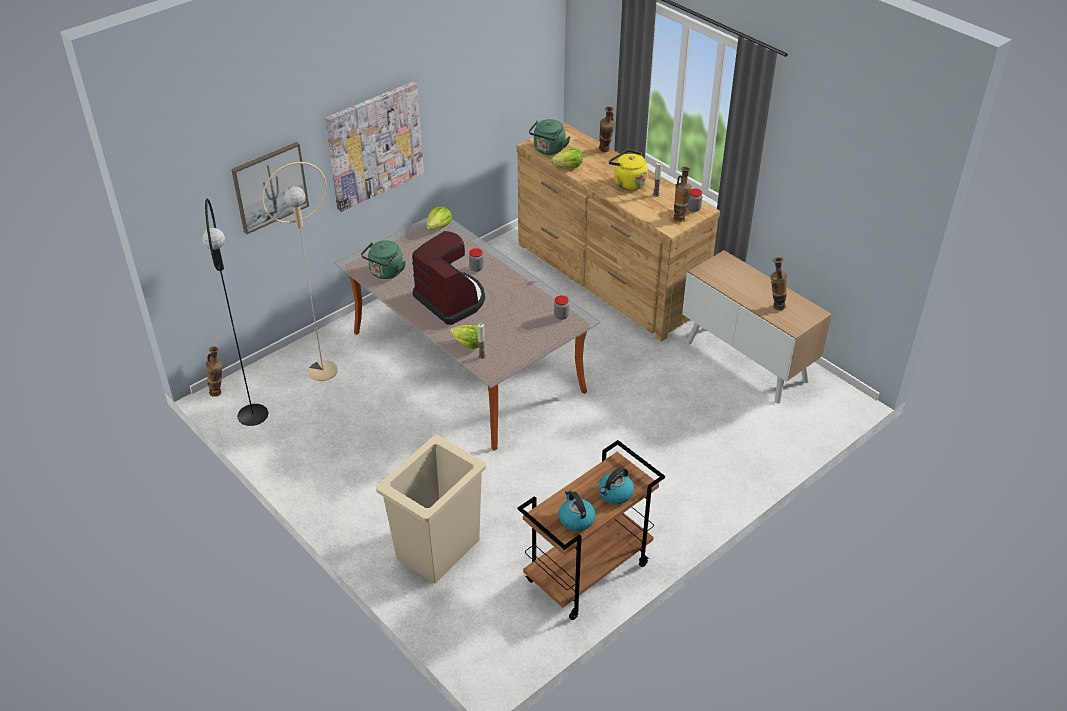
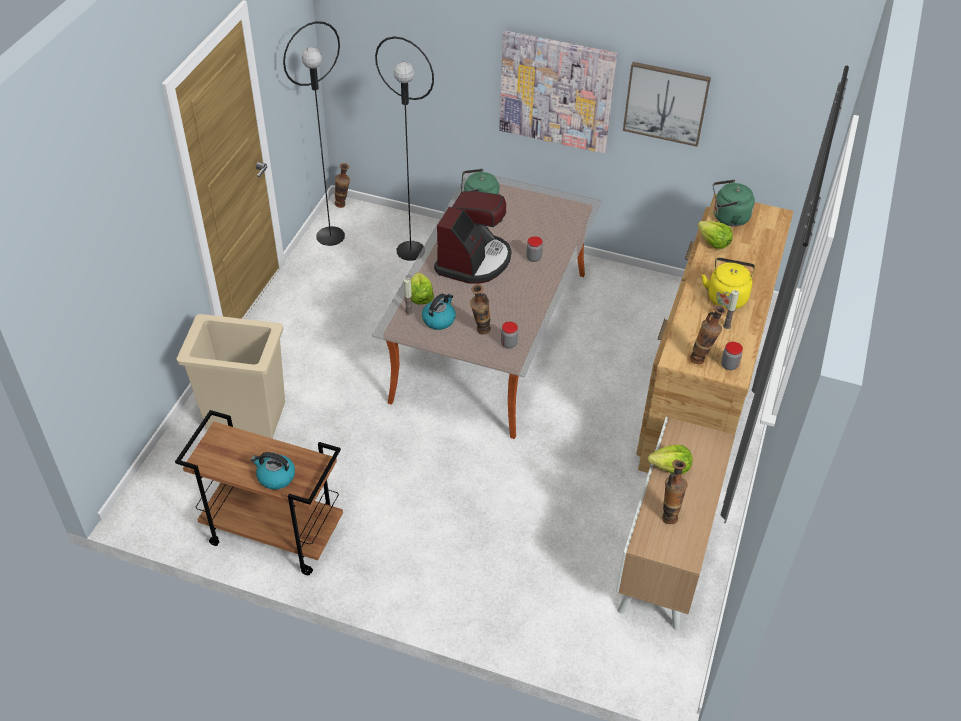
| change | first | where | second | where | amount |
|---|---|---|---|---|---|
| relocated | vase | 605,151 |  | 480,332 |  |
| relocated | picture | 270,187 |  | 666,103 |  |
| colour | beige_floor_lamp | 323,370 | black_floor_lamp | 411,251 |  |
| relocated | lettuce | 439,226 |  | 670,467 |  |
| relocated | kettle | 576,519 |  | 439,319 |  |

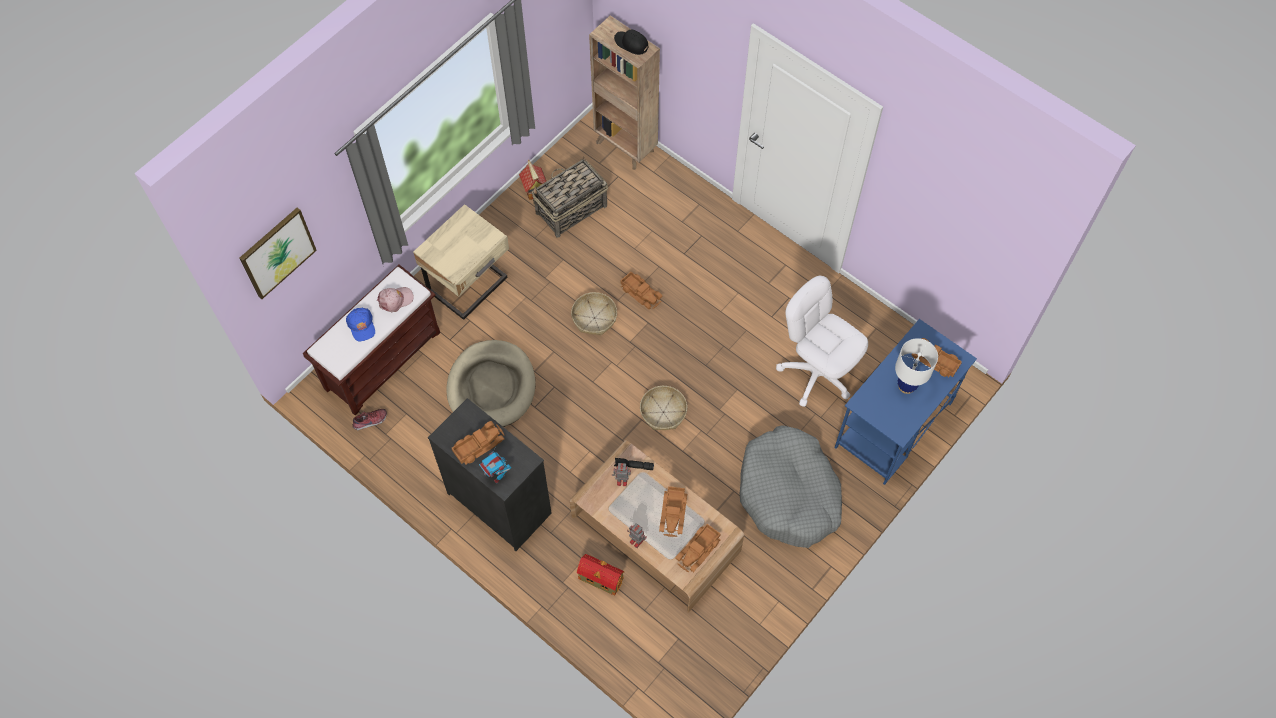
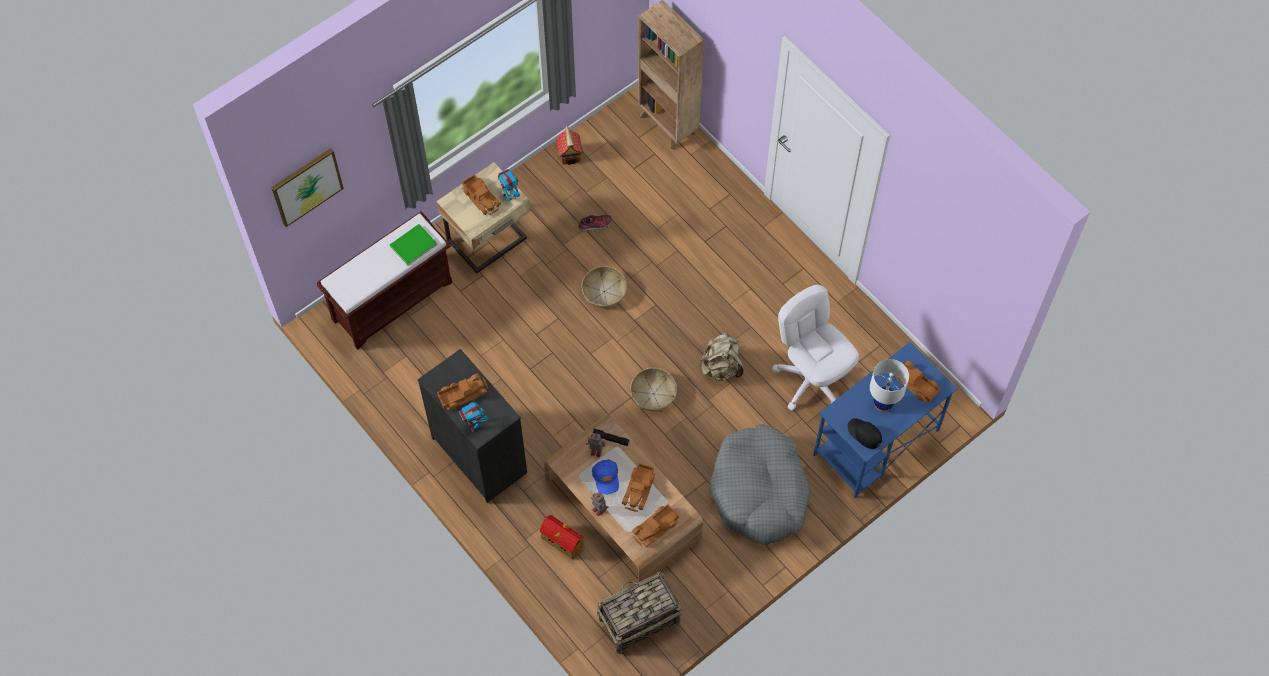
| change | first | where | second | where | amount |
|---|---|---|---|---|---|
| relocated | black_cap | 631,44 |  | 864,434 |  |
| relocated | basket | 570,209 |  | 638,621 |  |
| relocated | toy_truck | 641,293 |  | 481,197 |  |
| exchanged | pink_cap | 395,300 | green_book | 411,245 |  |
| relocated | blue_cap | 361,325 |  | 606,477 |  |
| missing | beige_dog_bed | 491,387 |  |  |  |
| relocated | shoe | 370,421 |  | 595,225 |  |
| appeared |  |  | toy_robot | 510,196 |  |
| appeared |  |  | beige_backpack | 721,367 |  |

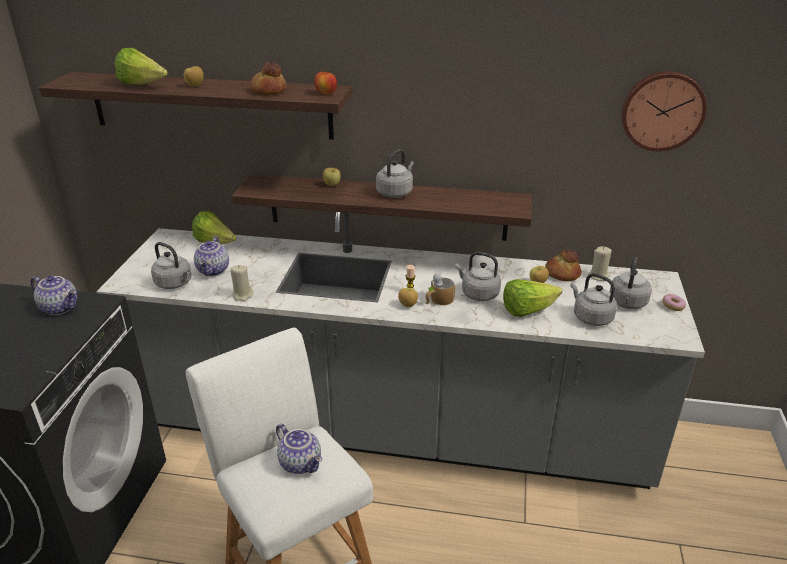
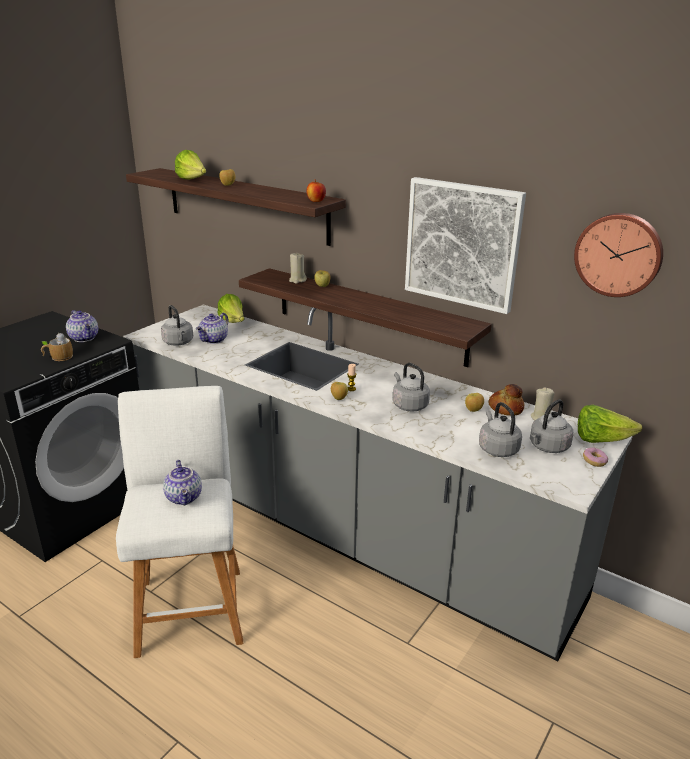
| change | first | where | second | where | amount |
|---|---|---|---|---|---|
| missing | bread | 268,91 |  |  |  |
| missing | grey_kettle | 395,192 |  |  |  |
| relocated | beige_candle | 242,295 |  | 297,280 |  |
| relocated | mug | 438,301 |  | 58,357 |  |
| relocated | lettuce | 527,310 |  | 601,440 |  |
| appeared |  |  | picture | 462,244 |  |

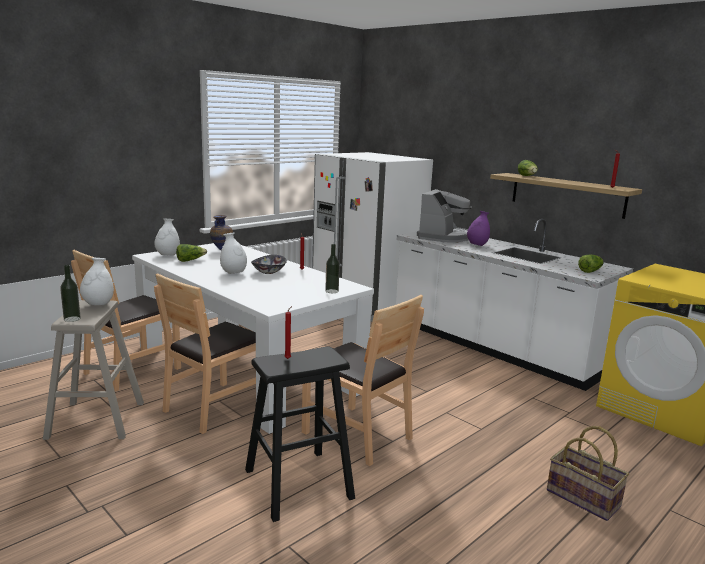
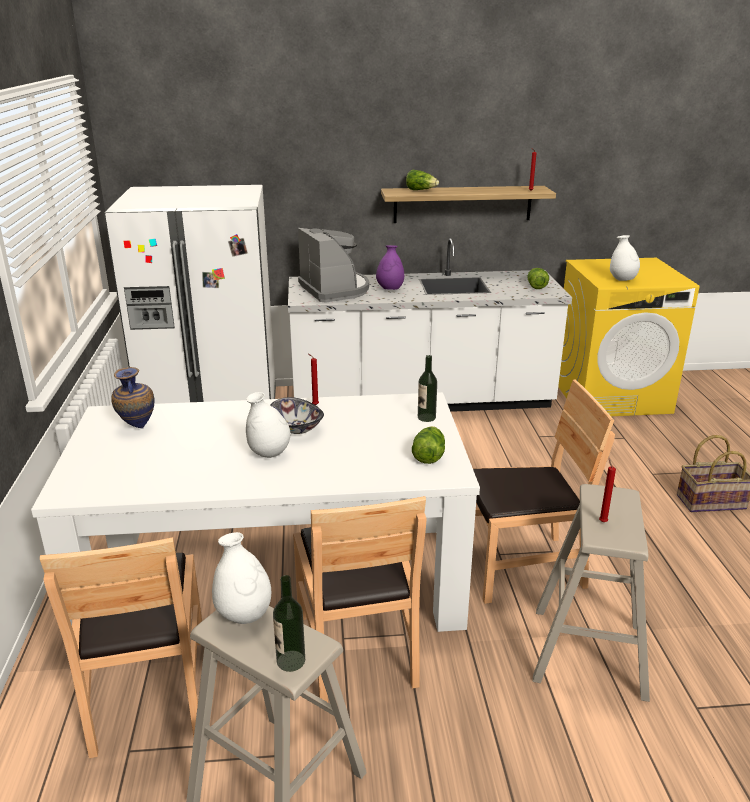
| change | first | where | second | where | amount |
|---|---|---|---|---|---|
| relocated | white_vase | 168,255 |  | 622,280 |  |
| relocated | lettuce | 190,260 |  | 428,455 |  |
| colour | black_stool | 298,483 | beige_stool | 588,651 |  |

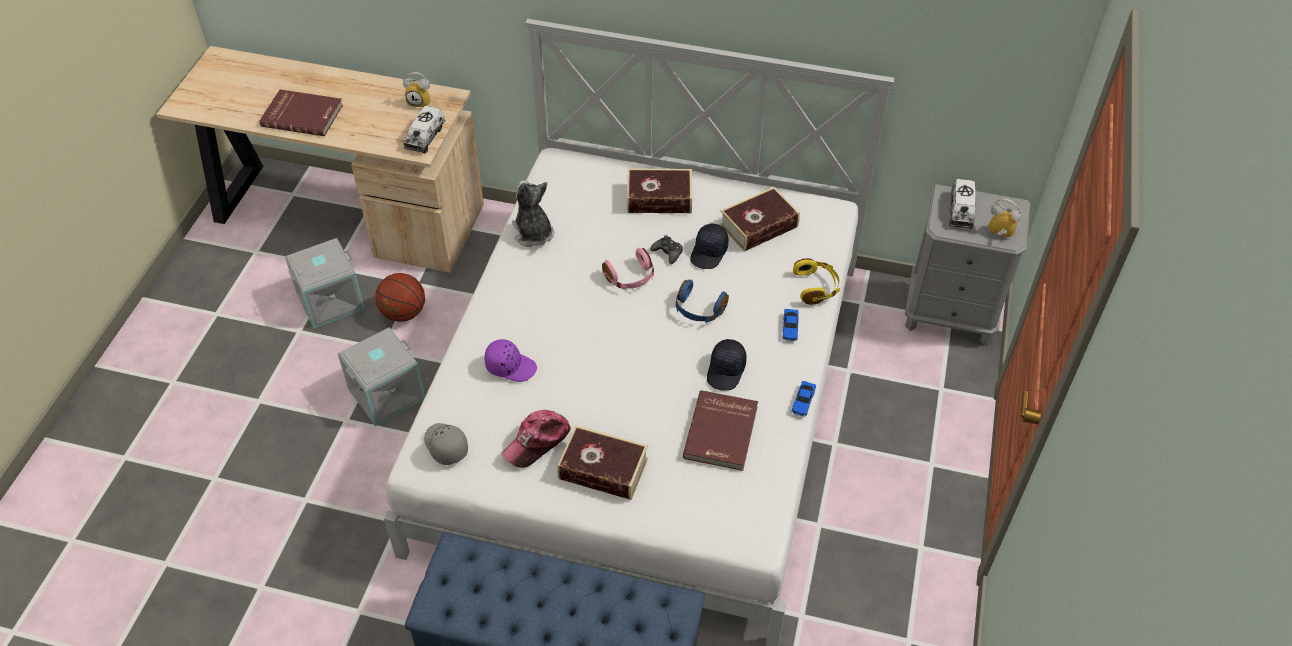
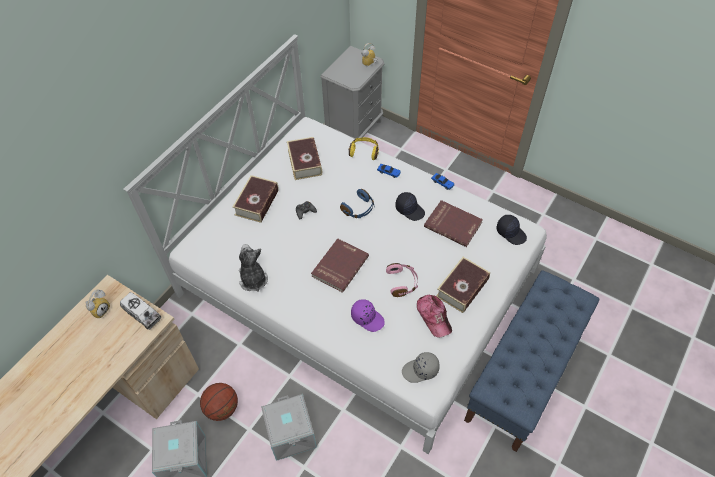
| change | first | where | second | where | amount |
|---|---|---|---|---|---|
| relocated | red_book | 303,115 |  | 339,266 |  |
| missing | toy_truck | 961,211 |  |  |  |
| spun | plush_toy | 533,233 |  | 253,279 | 75 degrees clockwise |
| relocated | black_cap | 709,253 |  | 511,232 |  |
| relocated | pink_headphones | 630,277 |  | 402,282 |  |
| spun | purple_cap | 511,366 |  | 367,318 | 90 degrees clockwise |

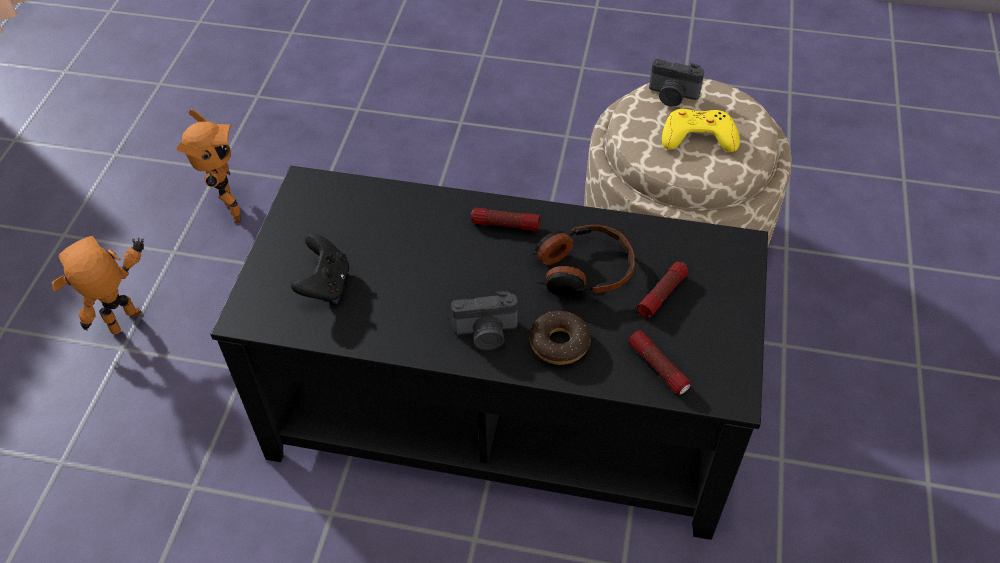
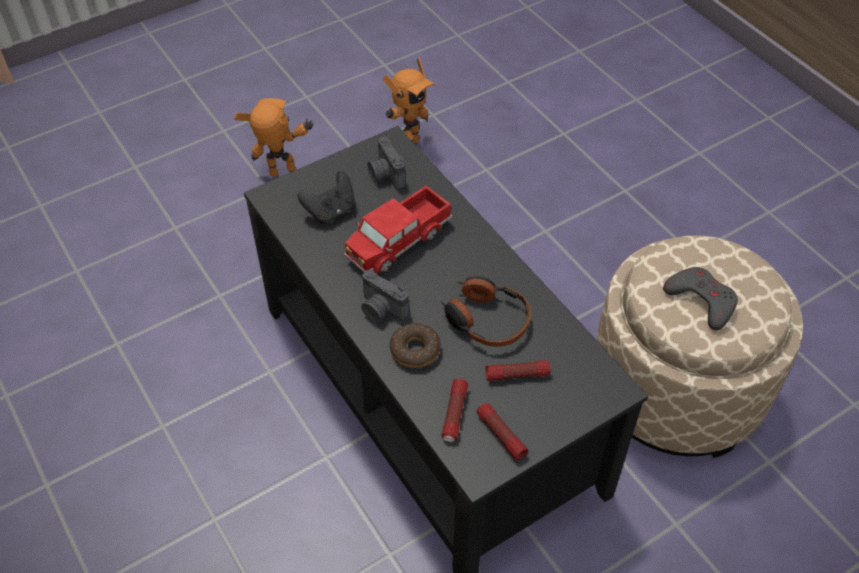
| change | first | where | second | where | amount |
|---|---|---|---|---|---|
| relocated | photo_camera | 672,96 |  | 385,175 |  |
| colour | yellow_game_controller | 698,137 | grey_game_controller | 701,300 |  |
| relocated | flashlight | 505,225 |  | 500,435 |  |
| appeared |  |  | toy_truck | 398,241 |  |

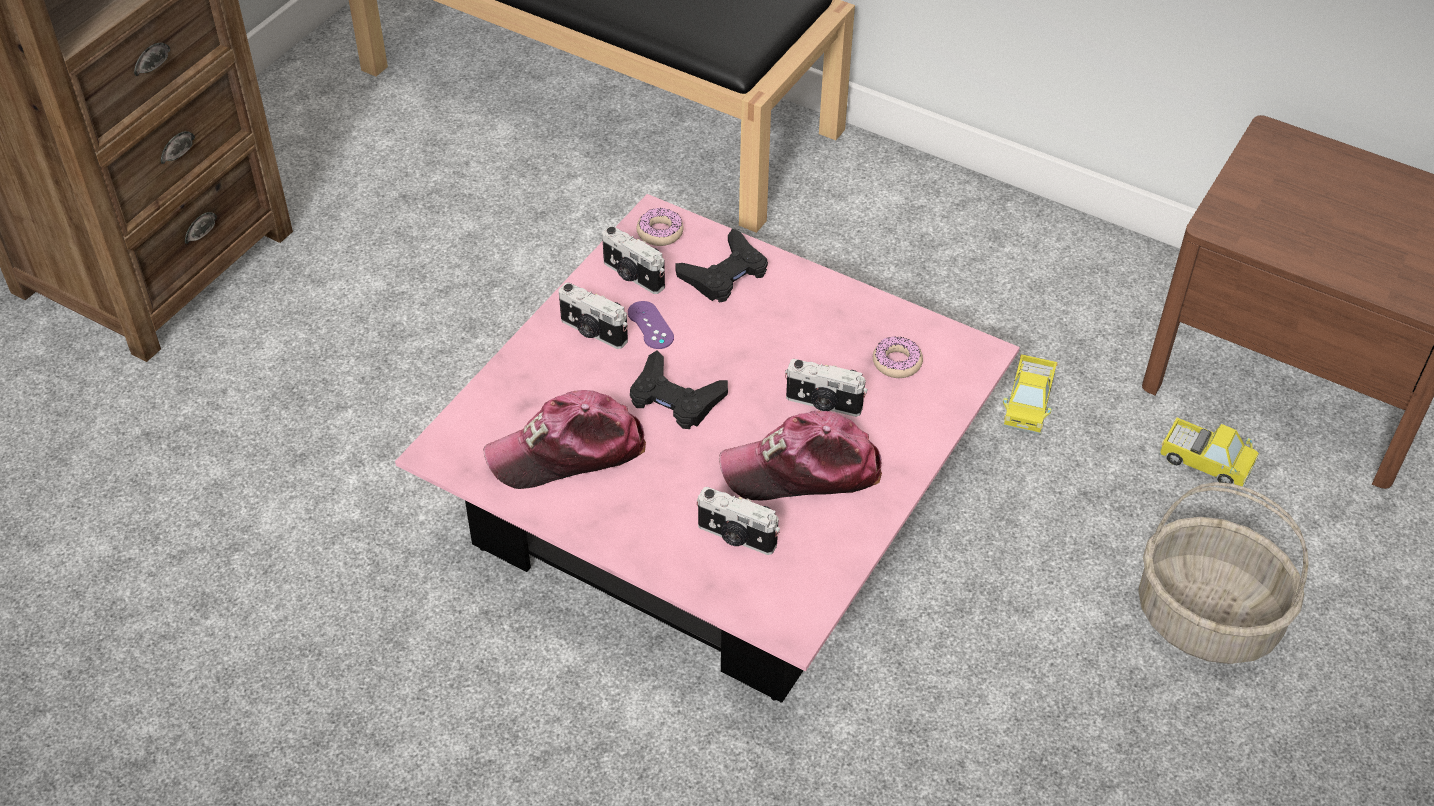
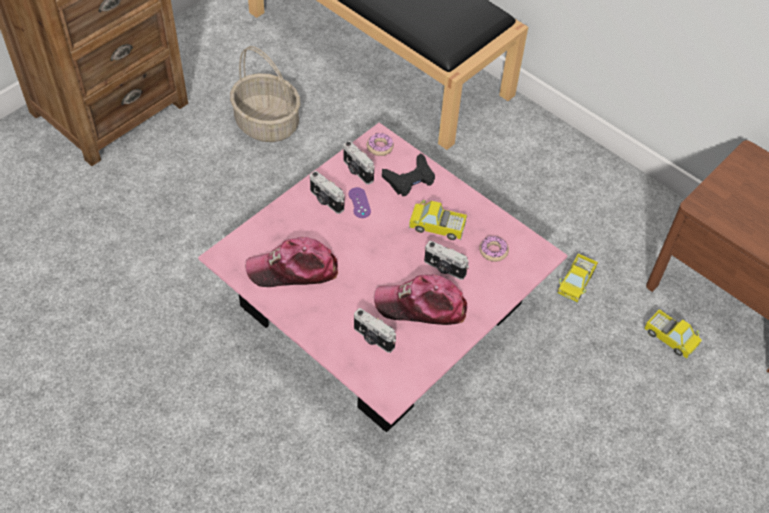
| change | first | where | second | where | amount |
|---|---|---|---|---|---|
| missing | black_game_controller | 675,398 |  |  |  |
| relocated | basket | 1208,618 |  | 268,124 |  |
| appeared |  |  | toy_truck | 437,227 |  |

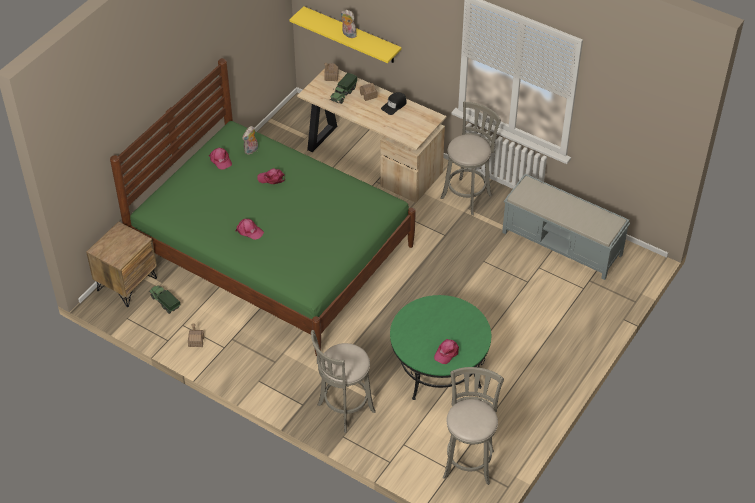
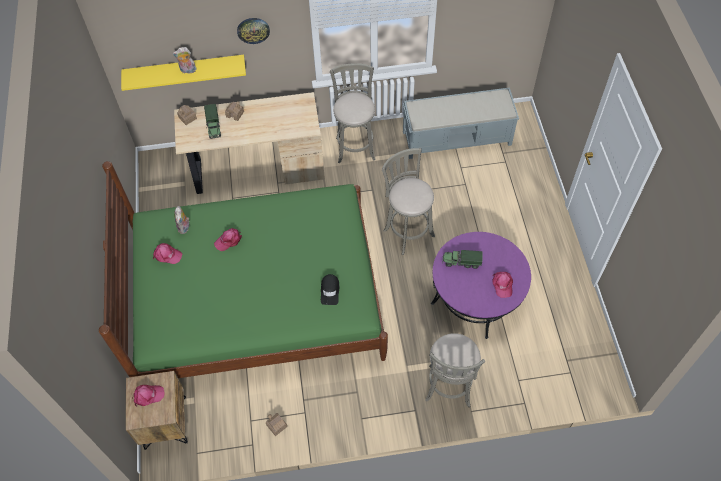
| change | first | where | second | where | amount |
|---|---|---|---|---|---|
| relocated | black_cap | 394,105 |  | 330,291 |  |
| relocated | pink_cap | 249,231 |  | 148,395 |  |
| relocated | toy_truck | 165,302 |  | 461,262 |  |
| colour | green_coffee_table | 439,366 | purple_coffee_table | 476,297 |  |
| relocated | grey_stool | 469,461 |  | 407,231 |  |
| appeared |  |  | wall_clock | 253,30 |  |

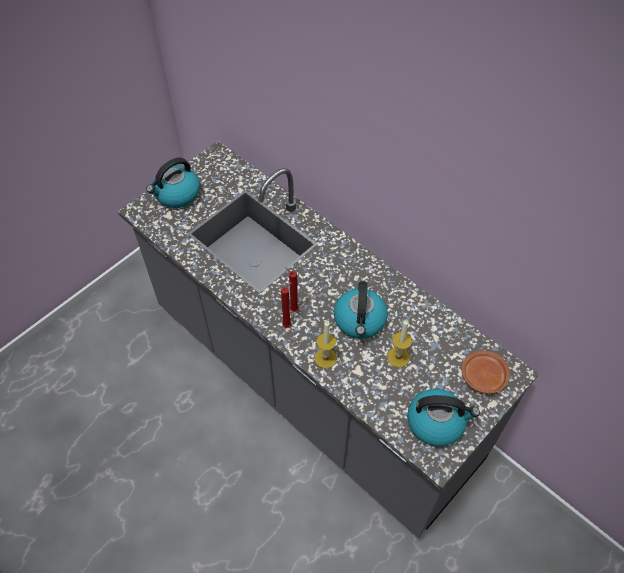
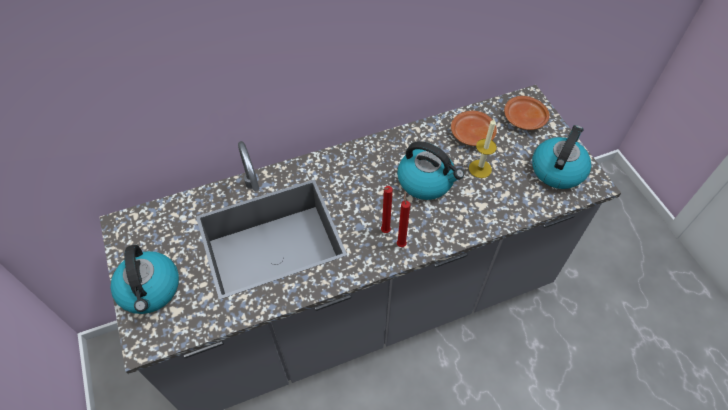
| change | first | where | second | where | amount |
|---|---|---|---|---|---|
| missing | candle | 325,358 |  |  |  |
| appeared |  |  | brown_plate | 472,134 |  |

